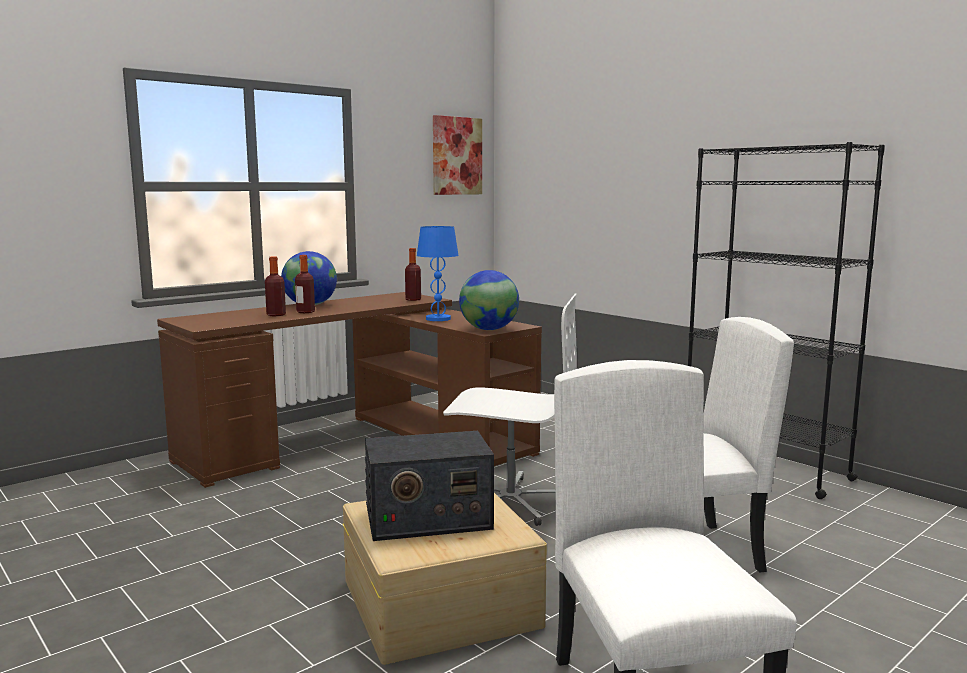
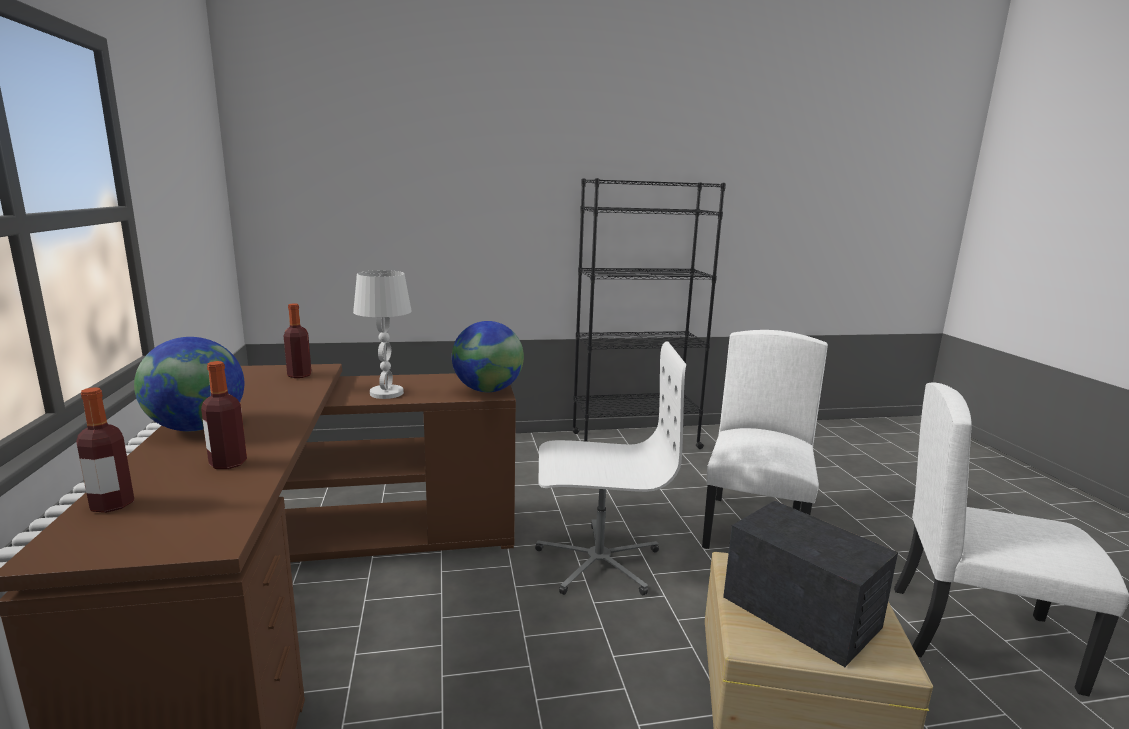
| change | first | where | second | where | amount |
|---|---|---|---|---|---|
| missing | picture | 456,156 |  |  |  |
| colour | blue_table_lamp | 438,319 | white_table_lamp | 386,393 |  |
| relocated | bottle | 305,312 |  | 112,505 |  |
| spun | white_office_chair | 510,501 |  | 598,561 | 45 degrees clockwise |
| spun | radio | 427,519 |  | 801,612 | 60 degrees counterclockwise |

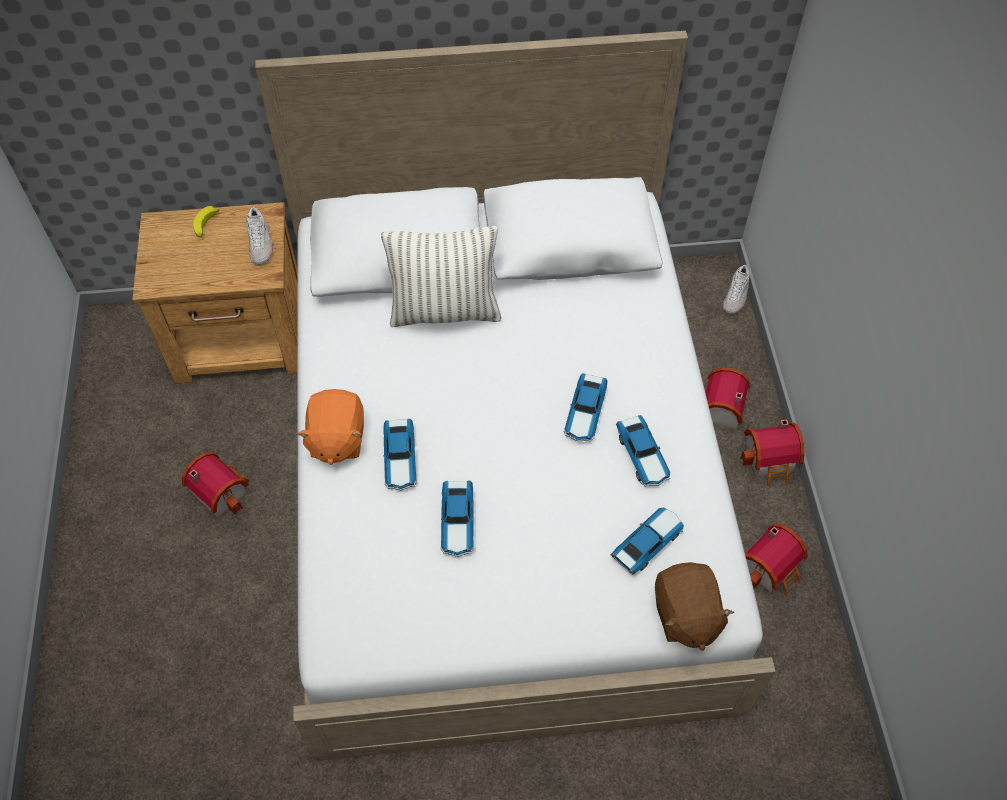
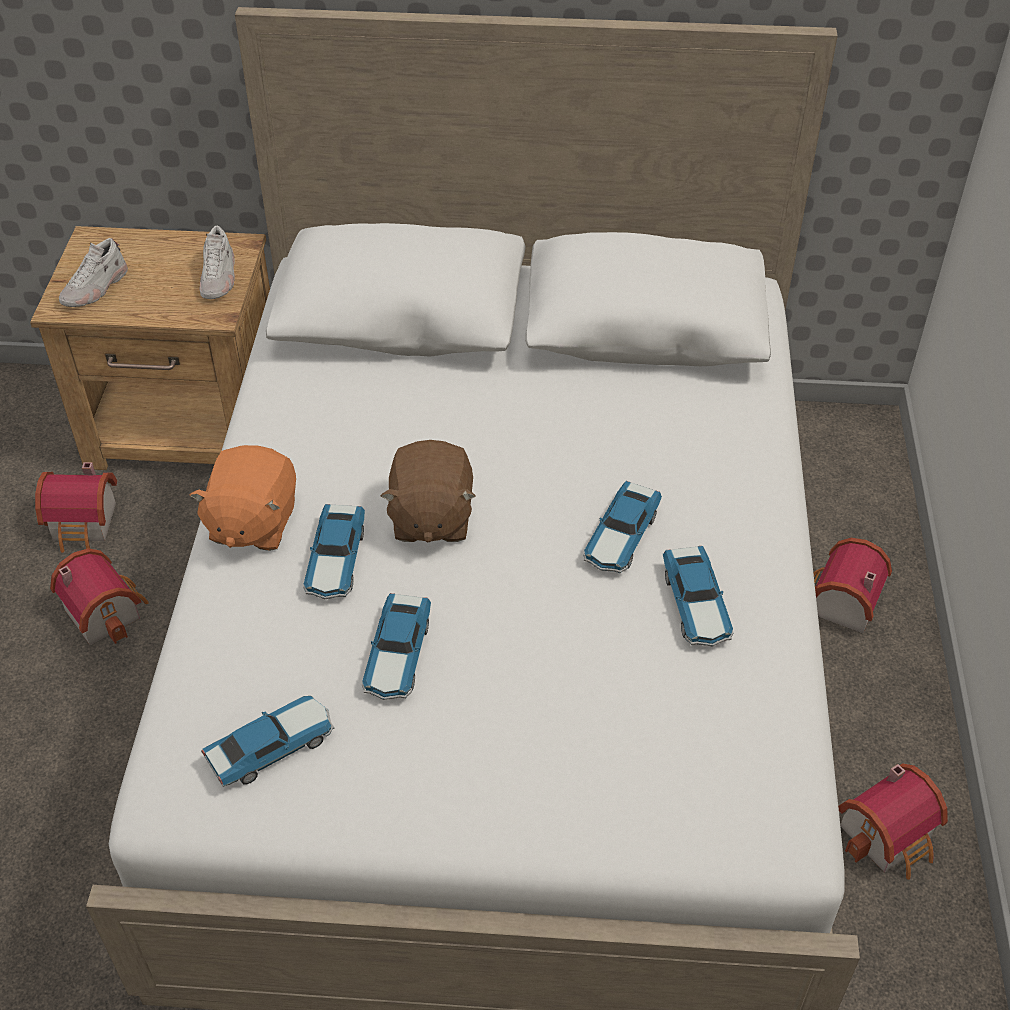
| change | first | where | second | where | amount |
|---|---|---|---|---|---|
| missing | banana | 206,226 |  |  |  |
| missing | pillow | 445,311 |  |  |  |
| relocated | white_shoe | 736,296 |  | 95,288 |  |
| relocated | toy_house | 771,460 |  | 85,525 |  |
| relocated | toy_car | 648,543 |  | 273,747 |  |
| relocated | brown_plush_toy | 685,615 |  | 430,518 |  |

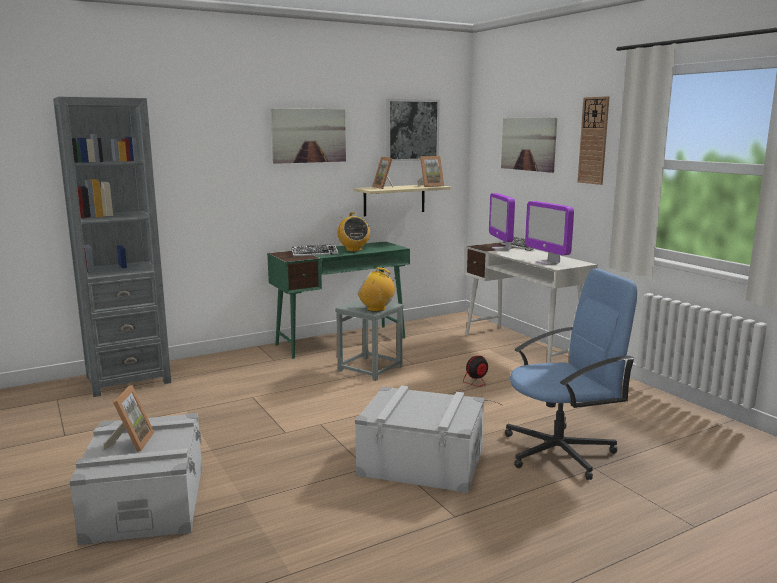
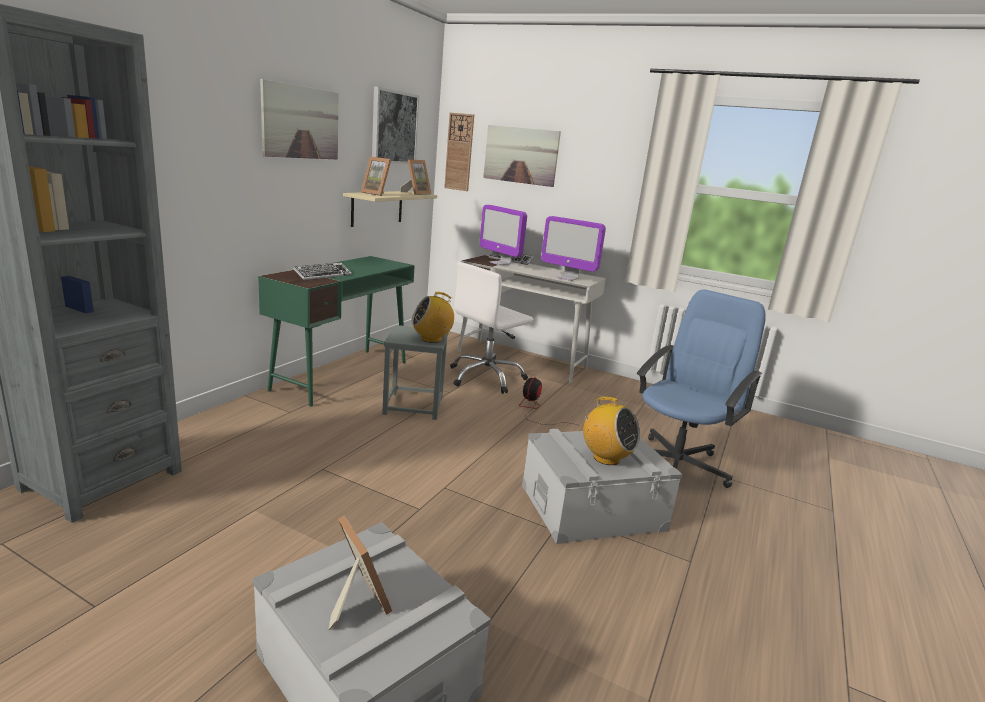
| change | first | where | second | where | amount |
|---|---|---|---|---|---|
| relocated | wall_clock | 593,140 |  | 459,152 |  |
| relocated | radio | 353,250 |  | 606,458 |  |
| appeared |  |  | white_office_chair | 486,377 |  |

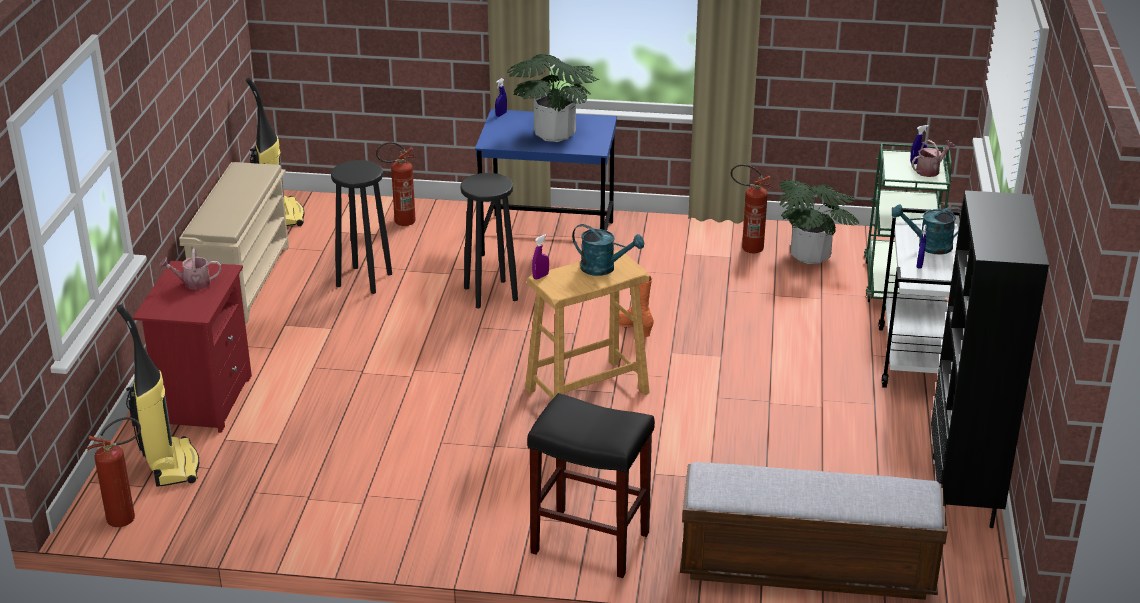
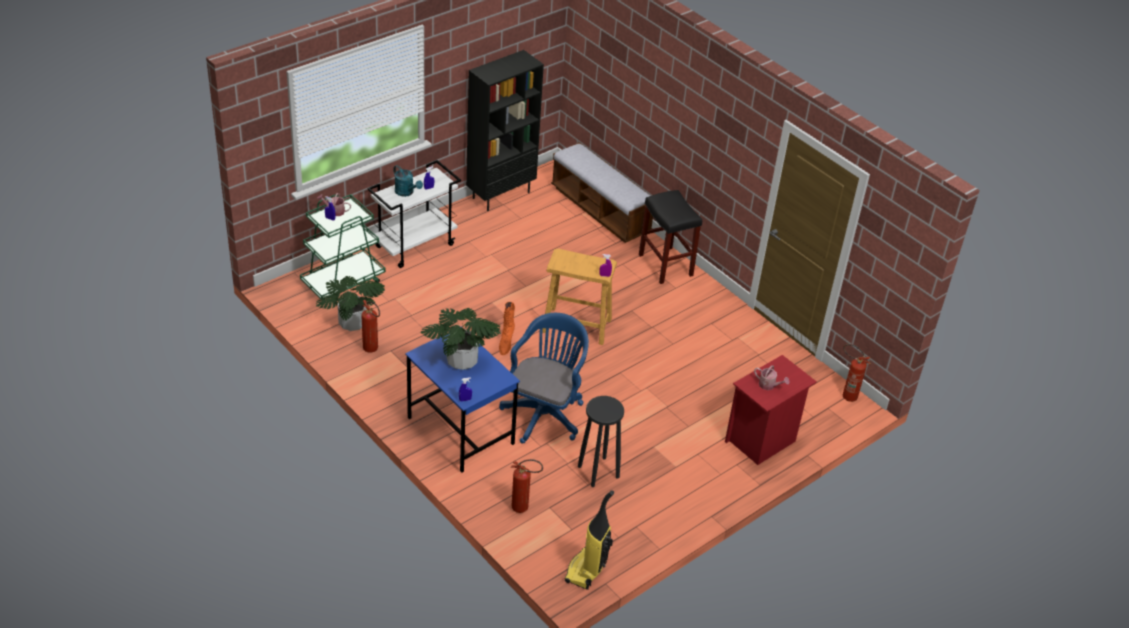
| change | first | where | second | where | amount |
|---|---|---|---|---|---|
| missing | beige_shoe_rack | 243,281 |  |  |  |
| exchanged | black_stool | 490,294 | blue_office_chair | 545,413 |  |
| missing | turquoise_watering_can | 604,268 |  |  |  |
| missing | vacuum_cleaner | 171,465 |  |  |  |

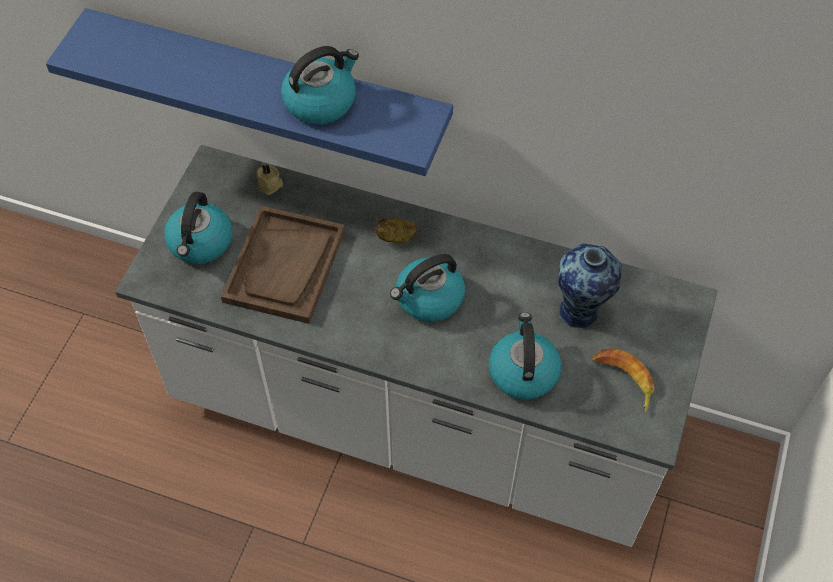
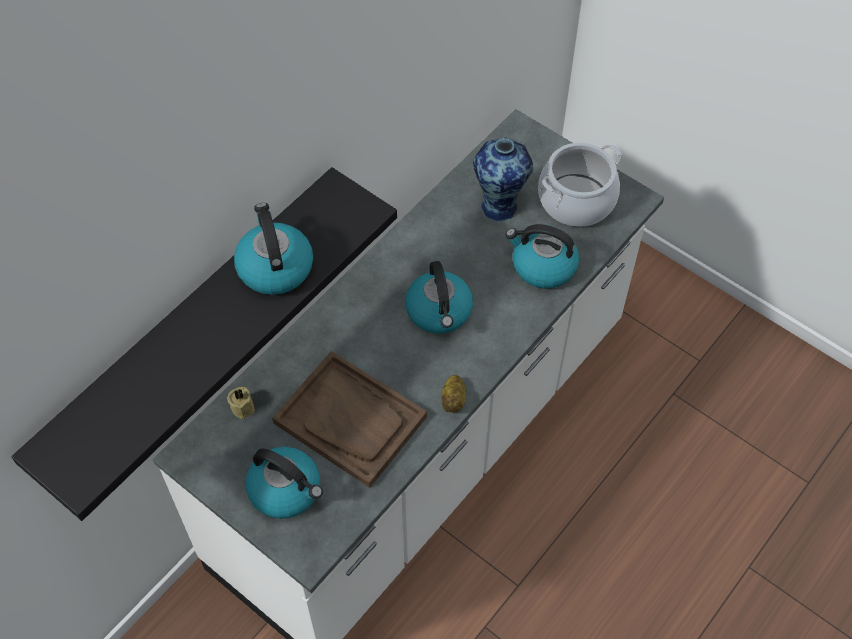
| change | first | where | second | where | amount |
|---|---|---|---|---|---|
| colour | blue_shelf | 268,82 | black_shelf | 190,324 |  |
| relocated | potato | 396,237 |  | 454,400 |  |
| exchanged | banana | 623,380 | cooking_pot | 576,200 |  |

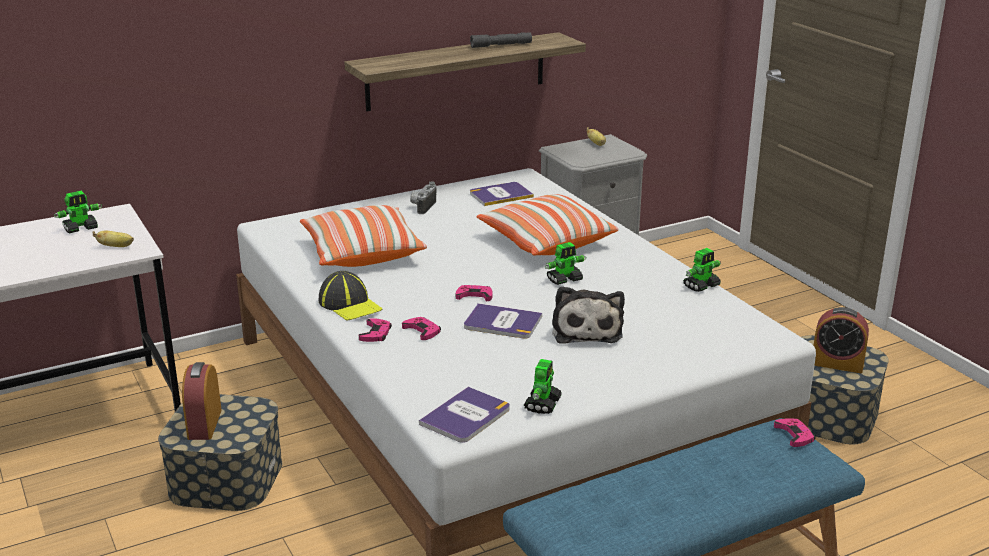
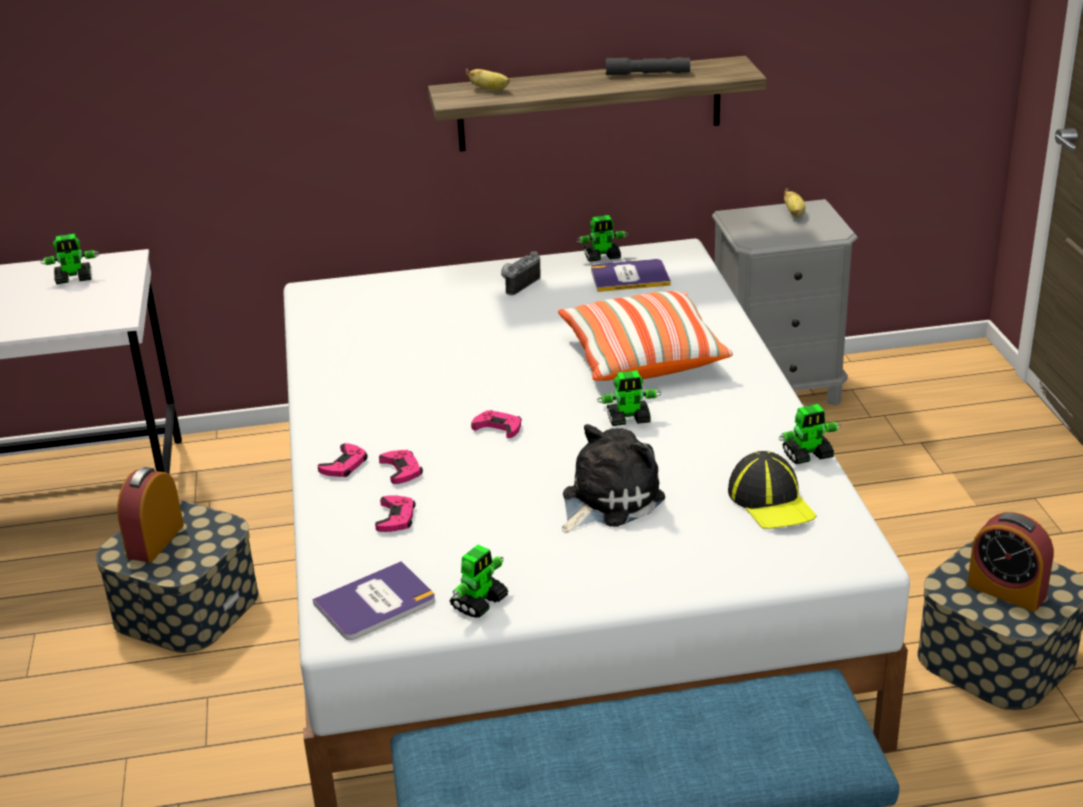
| change | first | where | second | where | amount |
|---|---|---|---|---|---|
| missing | pillow | 361,253 |  |  |  |
| relocated | banana | 116,247 |  | 490,89 |  |
| relocated | cap | 350,305 |  | 771,501 |  |
| spun | plush_toy | 586,330 |  | 607,500 | 150 degrees counterclockwise |
| missing | book | 502,322 |  |  |  |
| relocated | pink_game_controller | 794,435 |  | 396,518 |  |
| appeared |  |  | toy_robot | 602,257 |  |

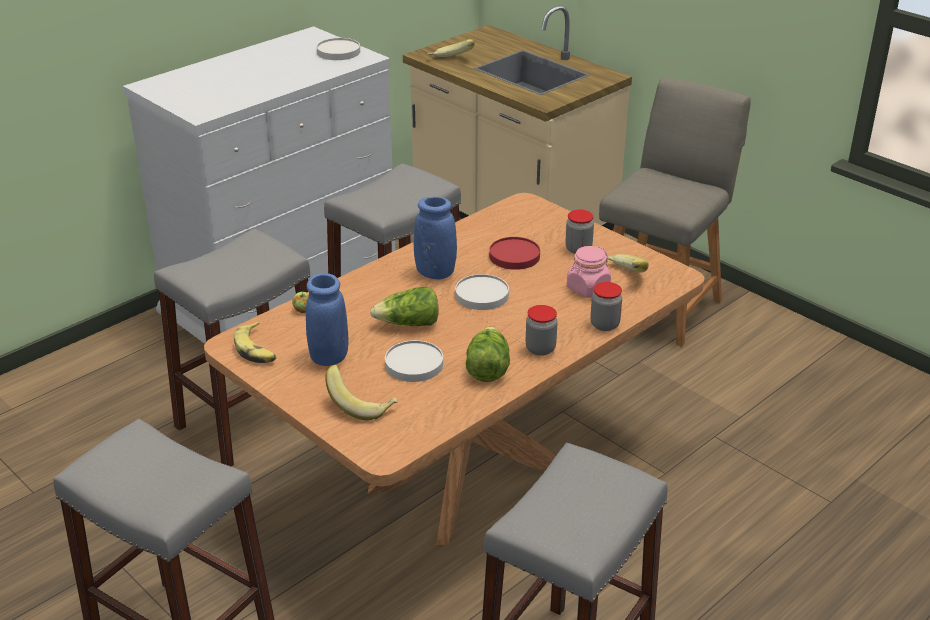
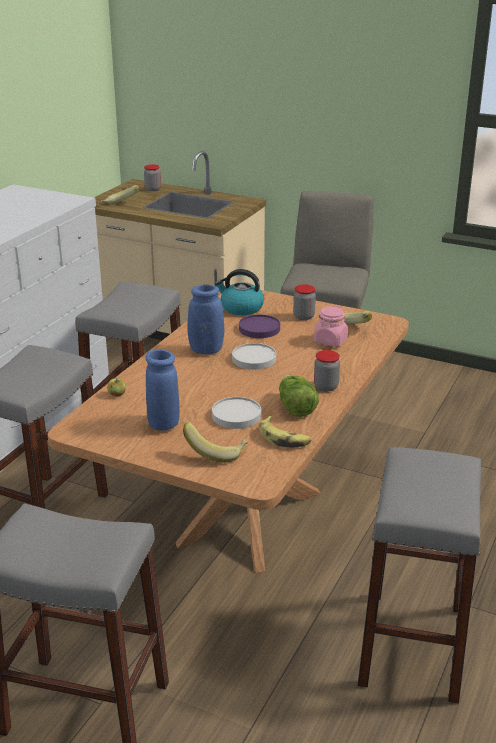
| change | first | where | second | where | amount |
|---|---|---|---|---|---|
| missing | white_plate | 338,52 |  |  |  |
| colour | red_plate | 514,256 | purple_plate | 259,329 |  |
| relocated | jar | 604,325 |  | 153,189 |  |
| missing | lettuce | 409,324 |  |  |  |
| relocated | banana | 256,350 |  | 284,438 |  |
| appeared |  |  | kettle | 241,308 |  |

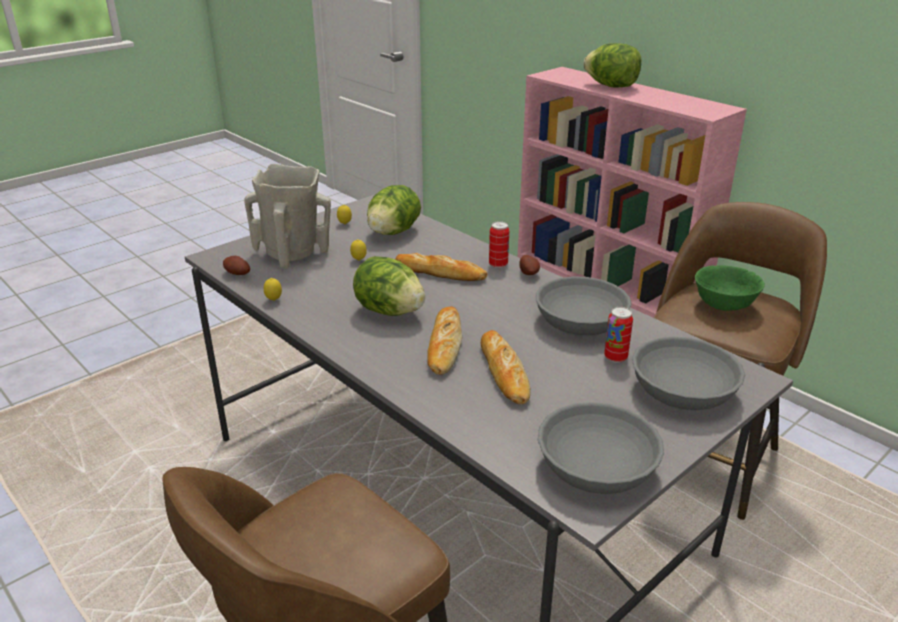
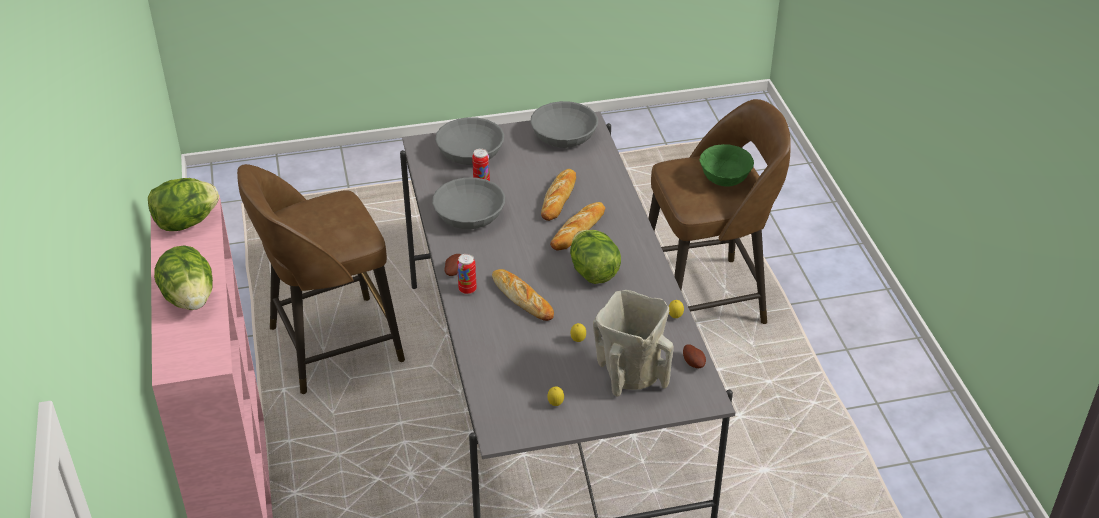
| change | first | where | second | where | amount |
|---|---|---|---|---|---|
| relocated | lettuce | 393,232 |  | 186,222 |  |
| relocated | green_bowl | 723,305 |  | 725,179 |  |

